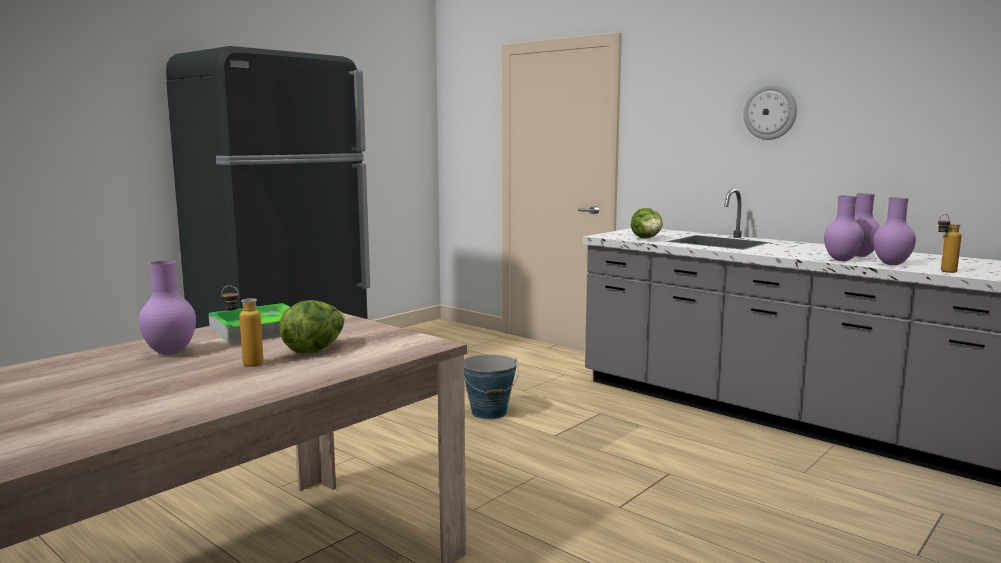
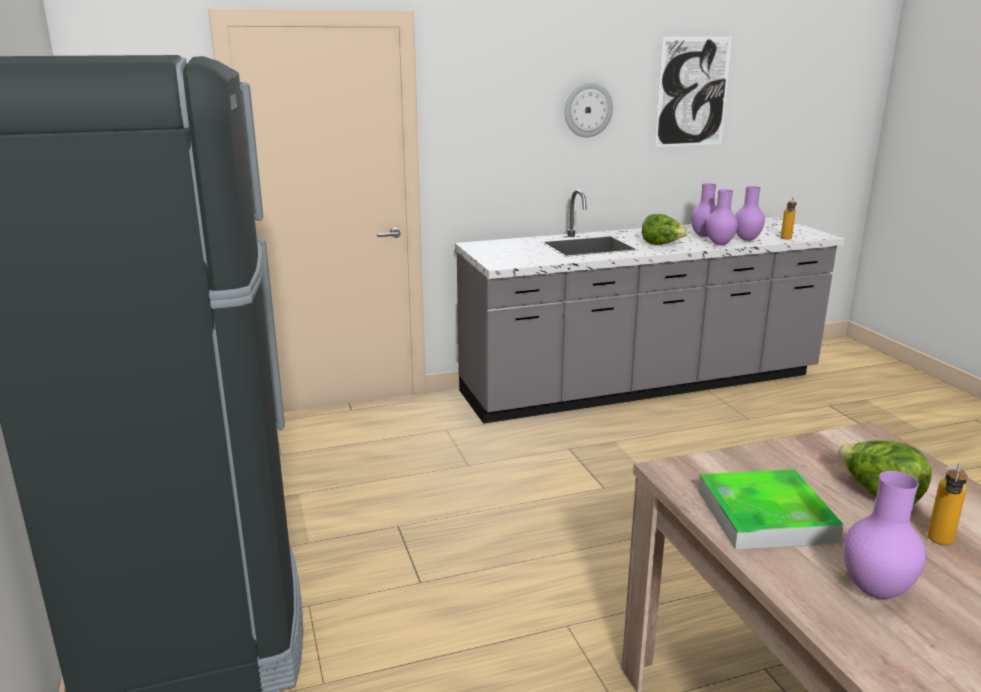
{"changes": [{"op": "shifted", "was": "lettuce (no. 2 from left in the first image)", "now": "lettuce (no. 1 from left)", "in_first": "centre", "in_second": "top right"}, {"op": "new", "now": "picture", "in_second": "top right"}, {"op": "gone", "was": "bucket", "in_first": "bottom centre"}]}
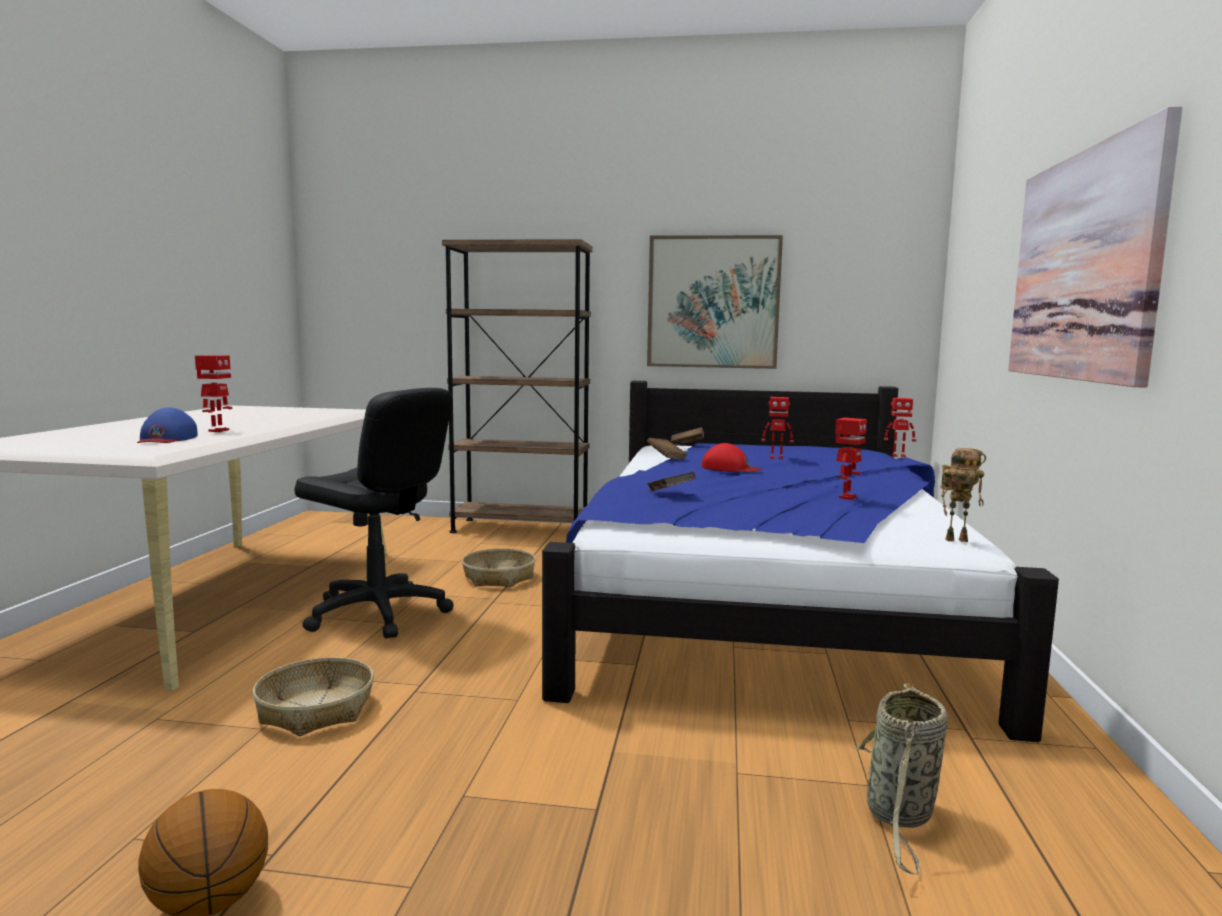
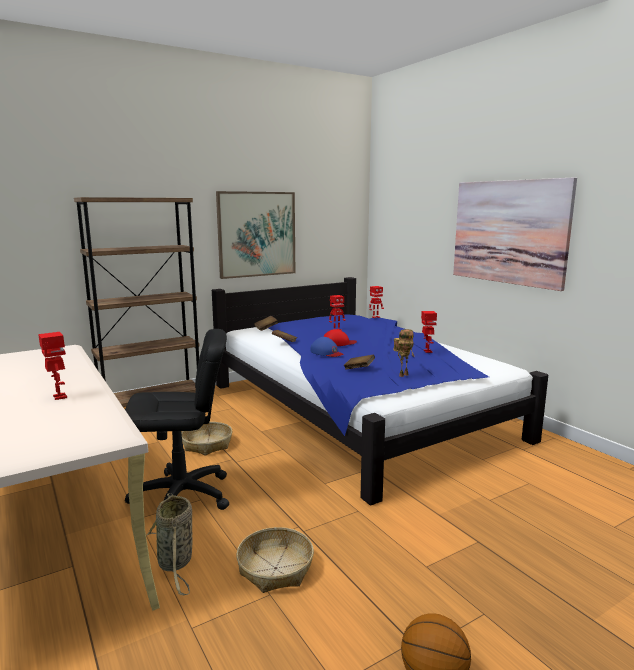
{"changes": [{"op": "shifted", "was": "basket (no. 3 from left in the first image)", "now": "basket (no. 1 from left)", "in_first": "bottom right", "in_second": "bottom left"}, {"op": "shifted", "was": "cap in blue", "in_first": "middle left", "in_second": "centre"}, {"op": "shifted", "was": "toy robot (no. 5 from left in the first image)", "now": "toy robot (no. 4 from left)", "in_first": "middle right", "in_second": "centre"}]}
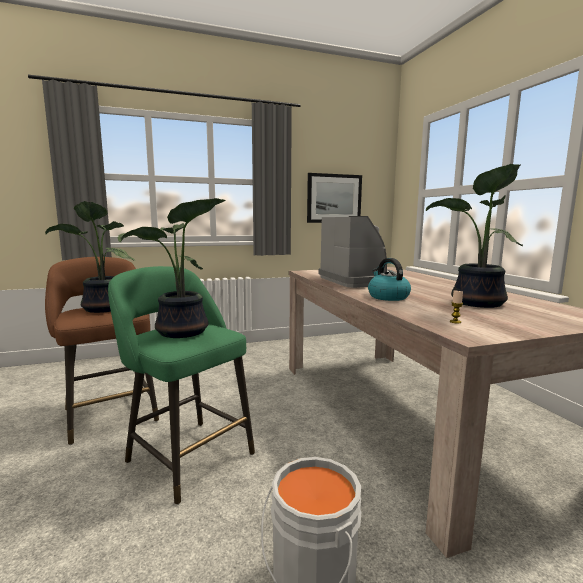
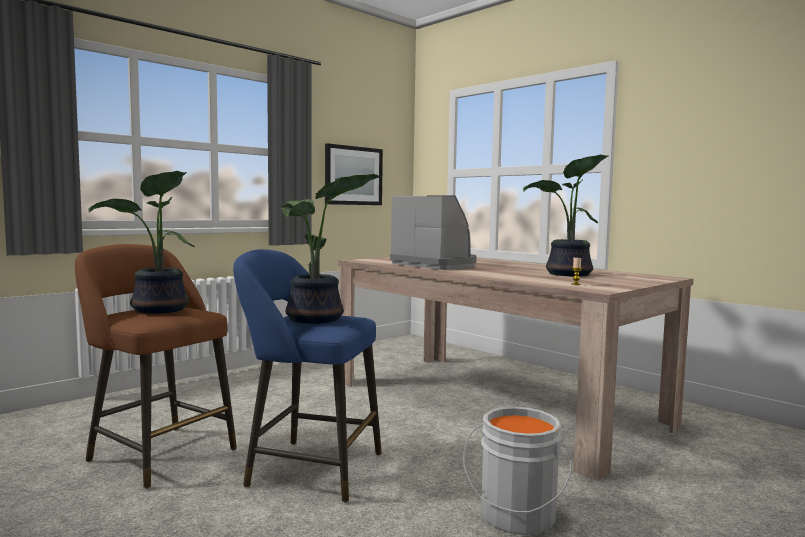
{"changes": [{"op": "repainted", "was": "stool in green", "now": "stool in blue", "in_first": "middle left", "in_second": "bottom centre"}, {"op": "gone", "was": "kettle", "in_first": "middle right"}]}
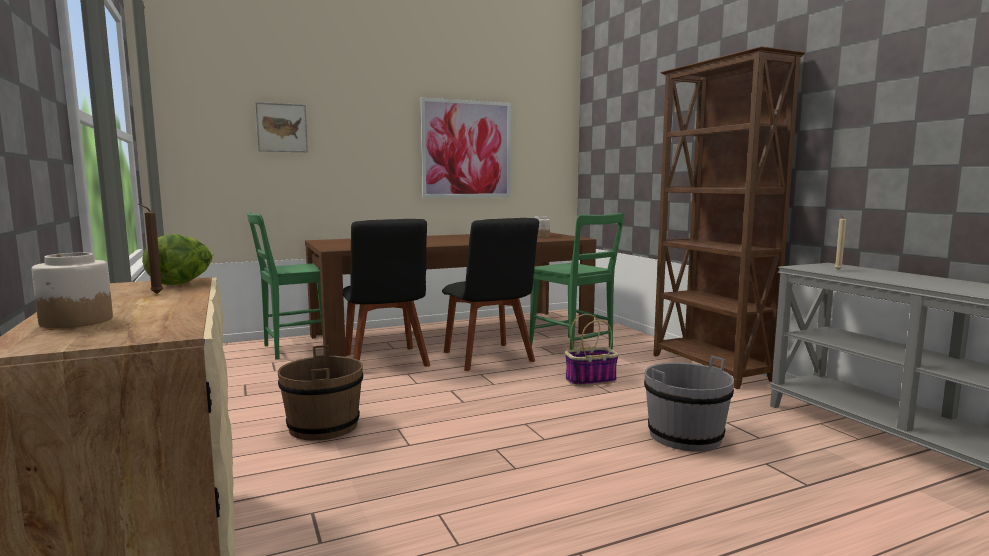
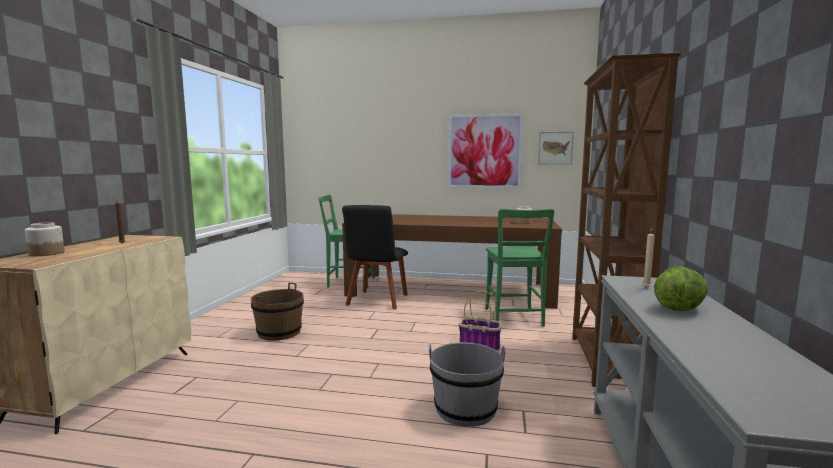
{"changes": [{"op": "shifted", "was": "picture (no. 1 from left in the first image)", "now": "picture (no. 2 from left)", "in_first": "top left", "in_second": "top right"}, {"op": "shifted", "was": "lettuce", "in_first": "middle left", "in_second": "middle right"}, {"op": "gone", "was": "chair in black (no. 2 from left)", "in_first": "centre"}]}
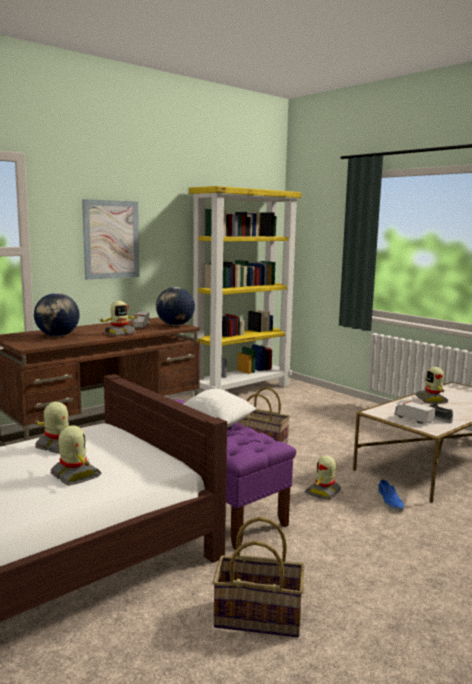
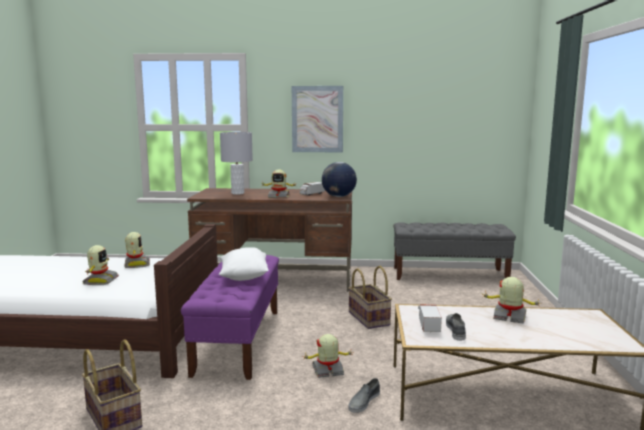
{"changes": [{"op": "swapped", "was": "globe (no. 1 from left)", "now": "table lamp in grey", "in_first": "middle left", "in_second": "centre"}, {"op": "repainted", "was": "shoe in blue", "now": "shoe in grey (no. 1 from left)", "in_first": "bottom right", "in_second": "bottom centre"}, {"op": "swapped", "was": "bookcase in yellow", "now": "bench in grey", "in_first": "centre", "in_second": "middle right"}, {"op": "rotated", "was": "toy robot (no. 5 from left)", "in_first": "middle right", "in_second": "bottom right", "clockwise": 75}]}
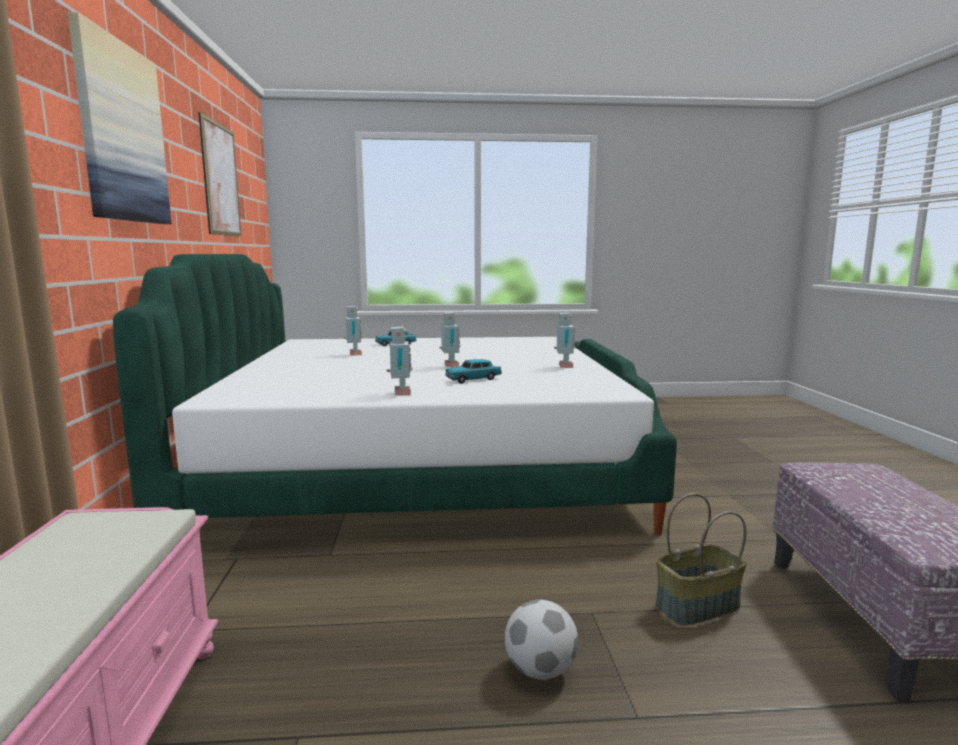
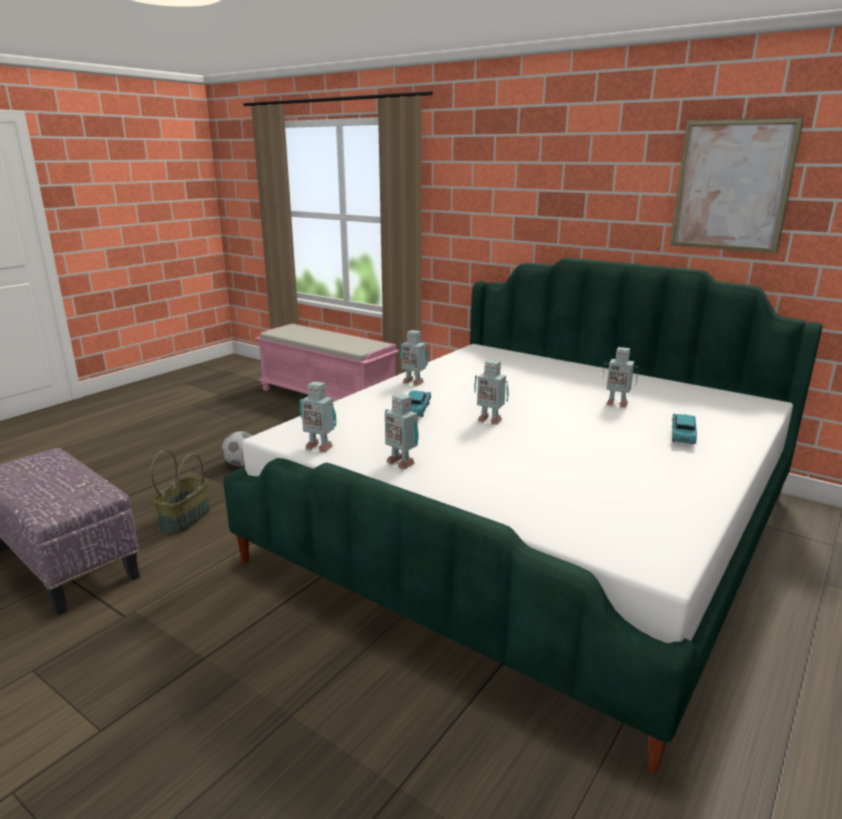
{"changes": [{"op": "new", "now": "toy robot (no. 1 from left)", "in_second": "centre"}, {"op": "gone", "was": "picture (no. 1 from left)", "in_first": "top left"}]}
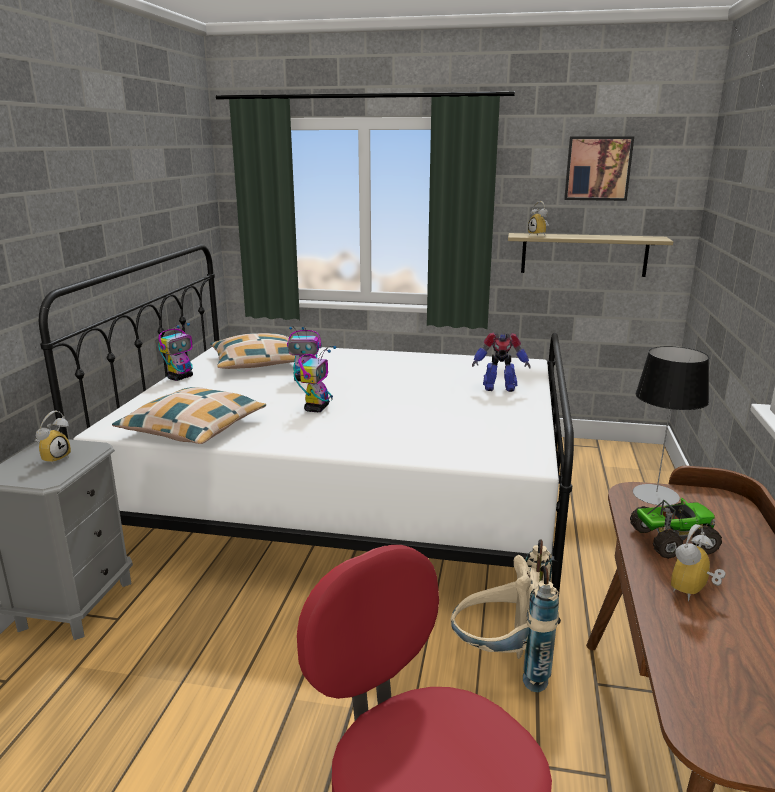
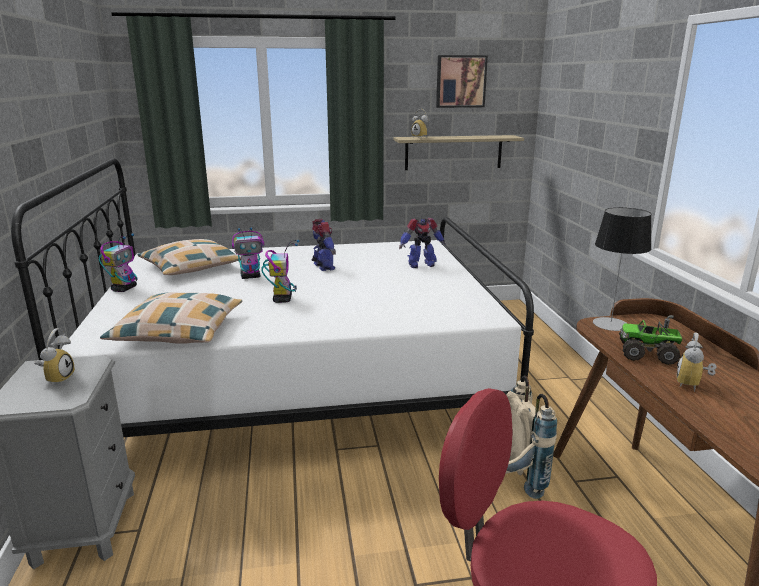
{"changes": [{"op": "new", "now": "toy robot (no. 4 from left)", "in_second": "centre"}, {"op": "rotated", "was": "toy truck", "in_first": "bottom right", "in_second": "middle right", "clockwise": -135}]}
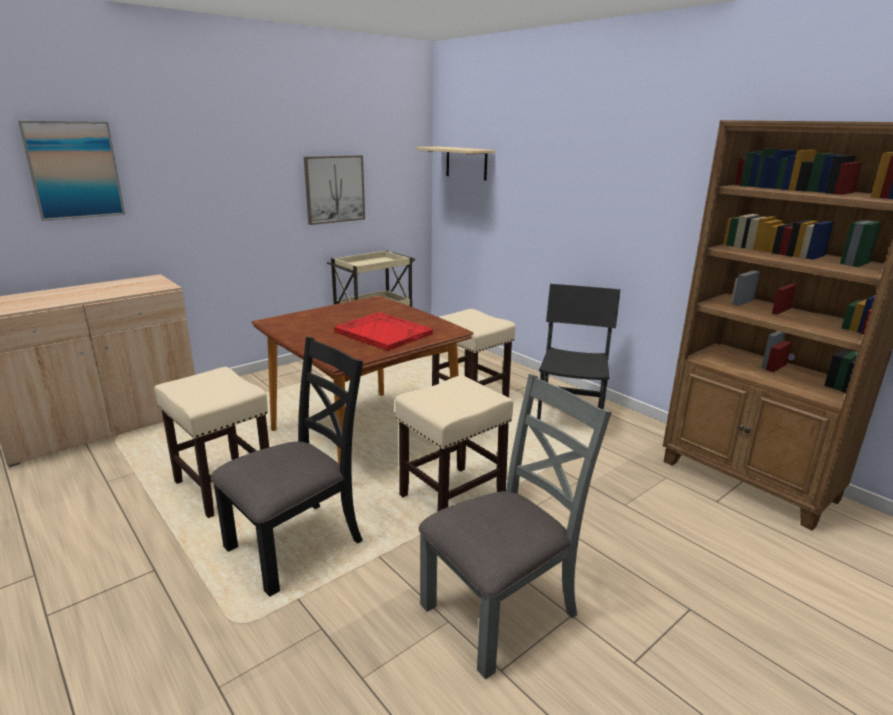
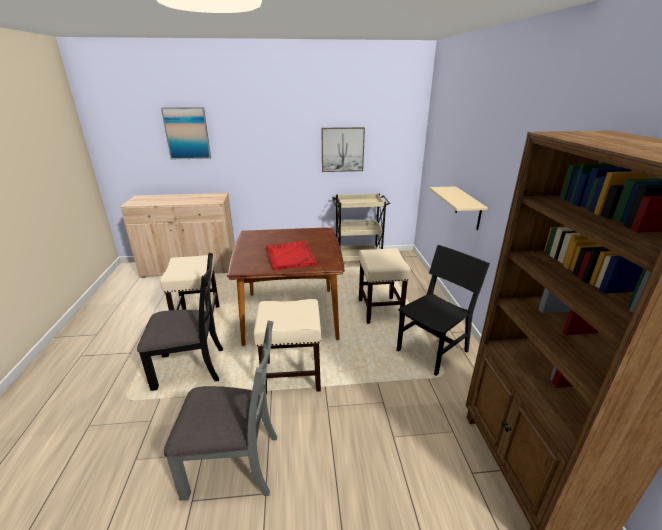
{"changes": [{"op": "shifted", "was": "shelf in beige", "in_first": "top centre", "in_second": "middle right"}]}
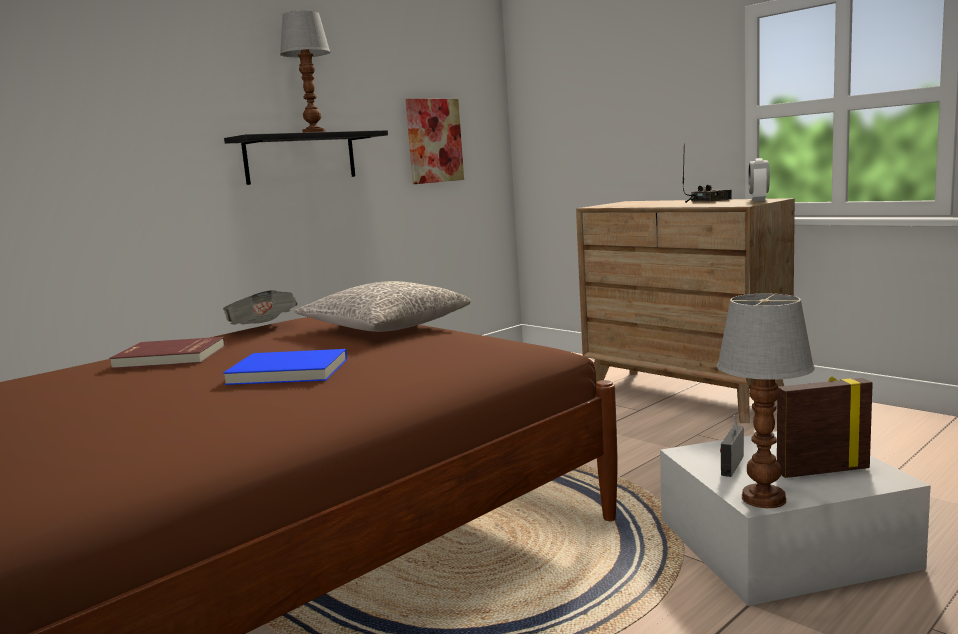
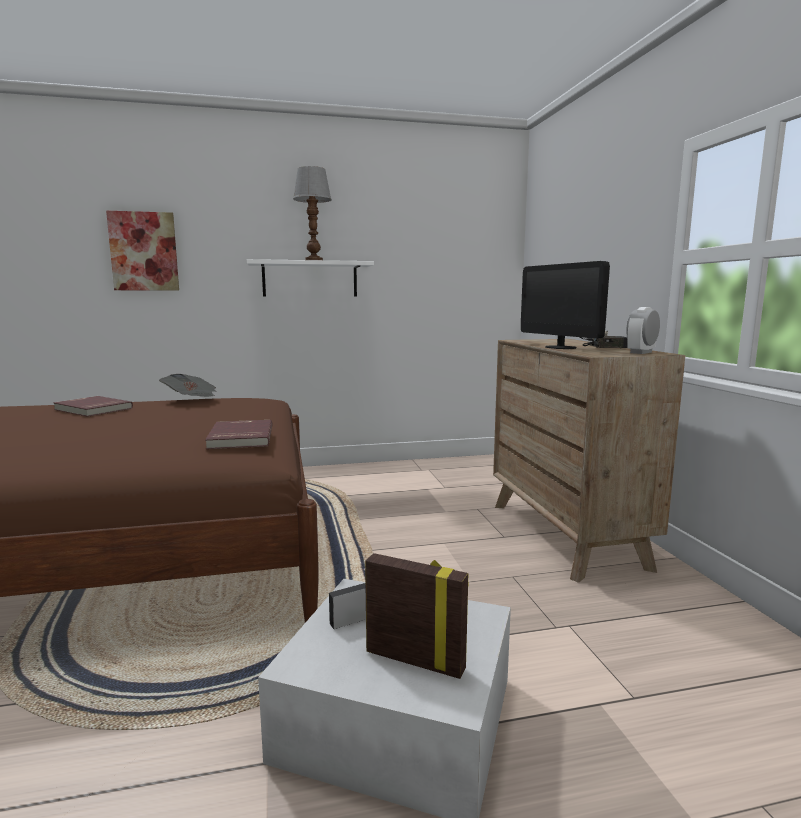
{"changes": [{"op": "shifted", "was": "picture", "in_first": "top centre", "in_second": "top left"}, {"op": "new", "now": "book in red (no. 2 from left)", "in_second": "middle left"}, {"op": "repainted", "was": "shelf in black", "now": "shelf in white", "in_first": "top left", "in_second": "centre"}, {"op": "new", "now": "monitor", "in_second": "middle right"}, {"op": "gone", "was": "book in blue", "in_first": "middle left"}, {"op": "gone", "was": "pillow in grey", "in_first": "centre"}, {"op": "gone", "was": "table lamp (no. 2 from left)", "in_first": "middle right"}]}
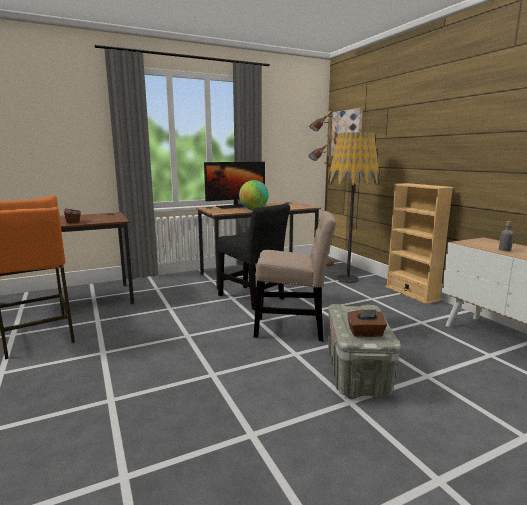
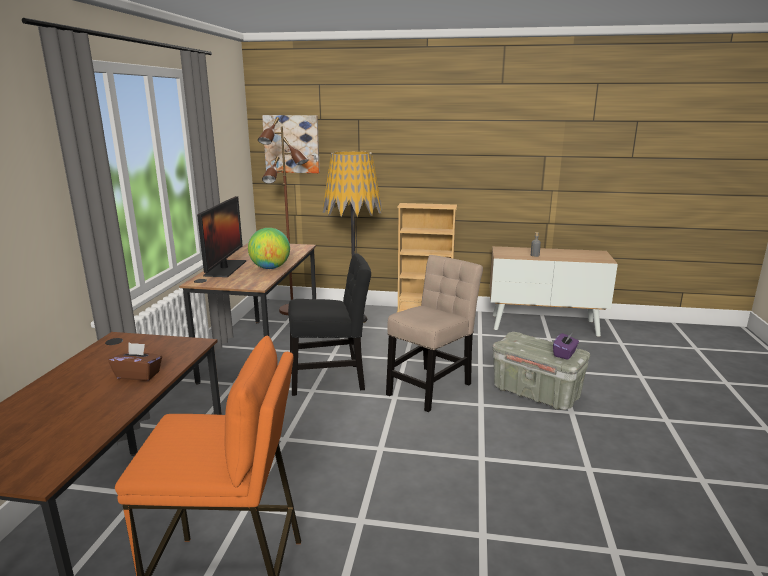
{"changes": [{"op": "repainted", "was": "tissue box in brown (no. 2 from left)", "now": "tissue box in purple", "in_first": "middle right", "in_second": "middle right"}]}
